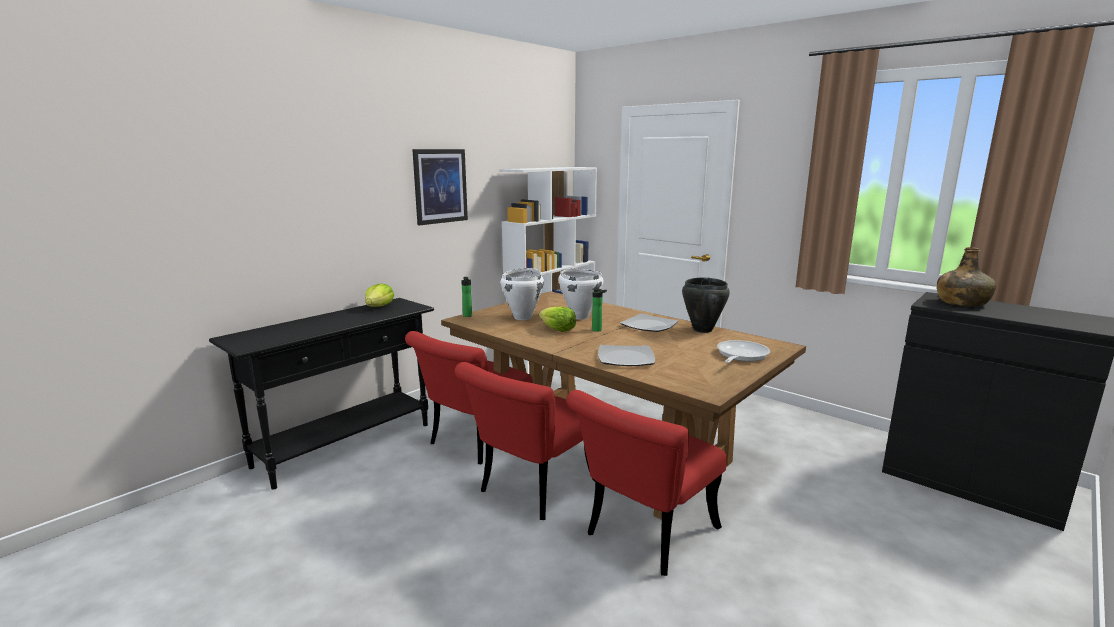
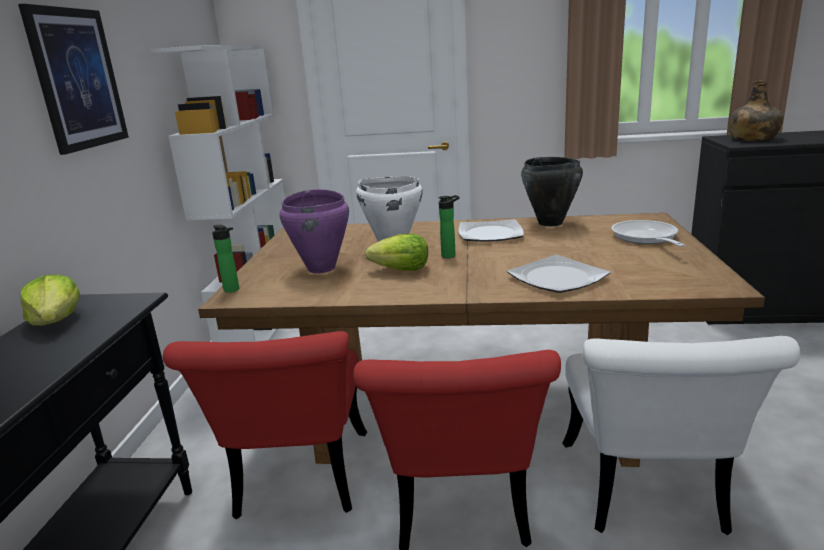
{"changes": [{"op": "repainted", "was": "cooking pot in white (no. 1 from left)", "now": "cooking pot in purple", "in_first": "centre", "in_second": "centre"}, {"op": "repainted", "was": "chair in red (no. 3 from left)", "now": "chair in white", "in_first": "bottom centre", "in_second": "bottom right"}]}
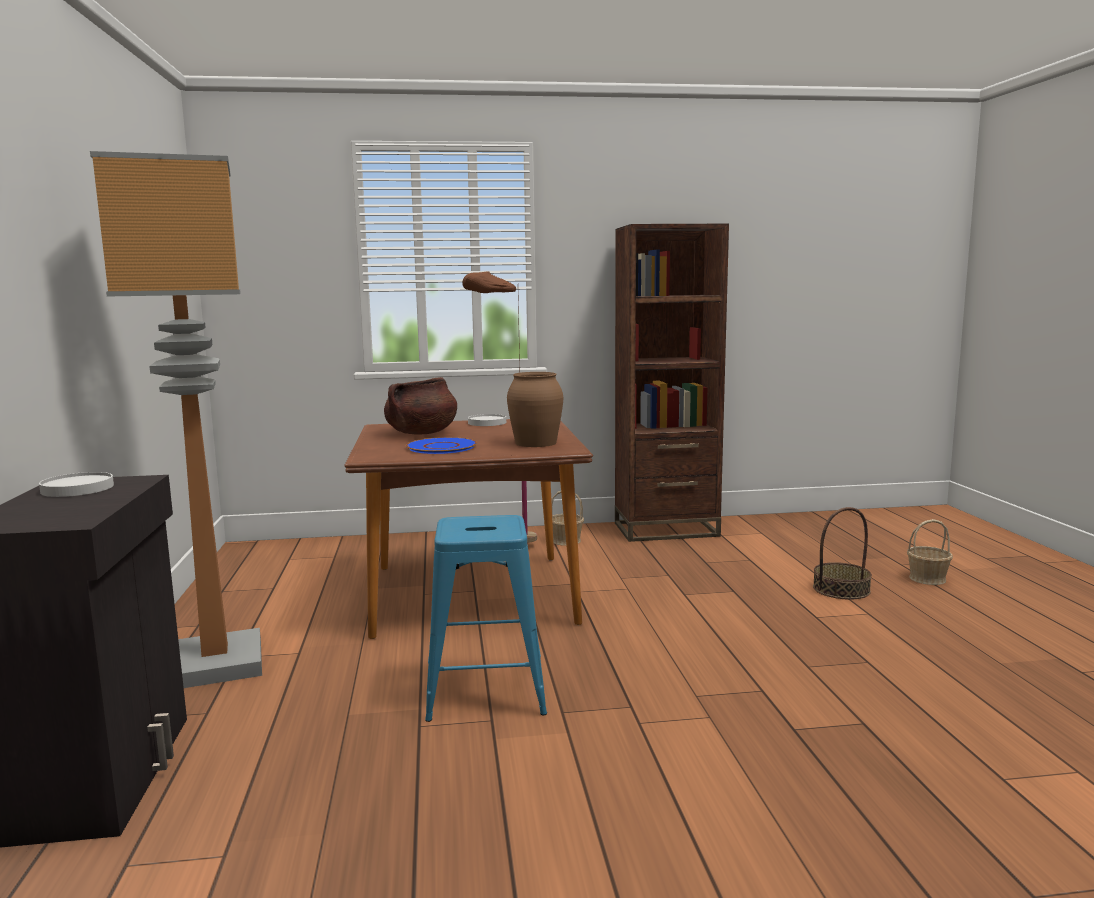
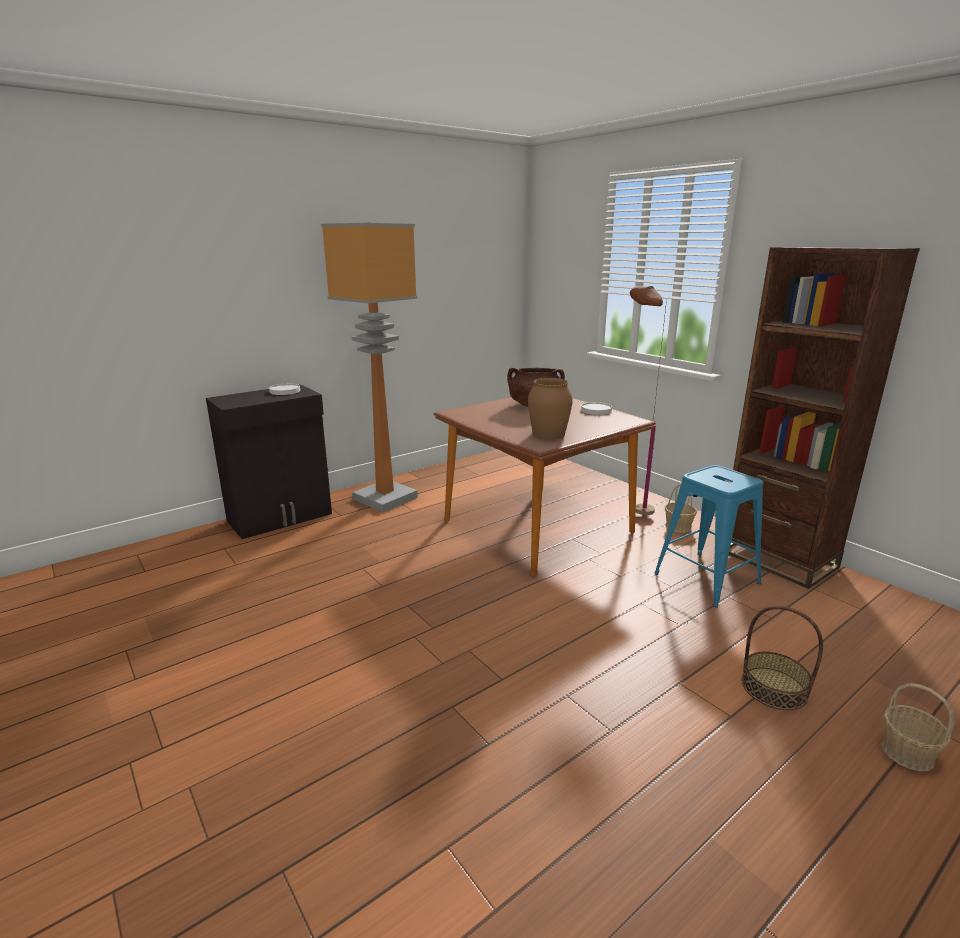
{"changes": [{"op": "shifted", "was": "stool in blue", "in_first": "bottom centre", "in_second": "middle right"}, {"op": "gone", "was": "plate in blue", "in_first": "centre"}]}
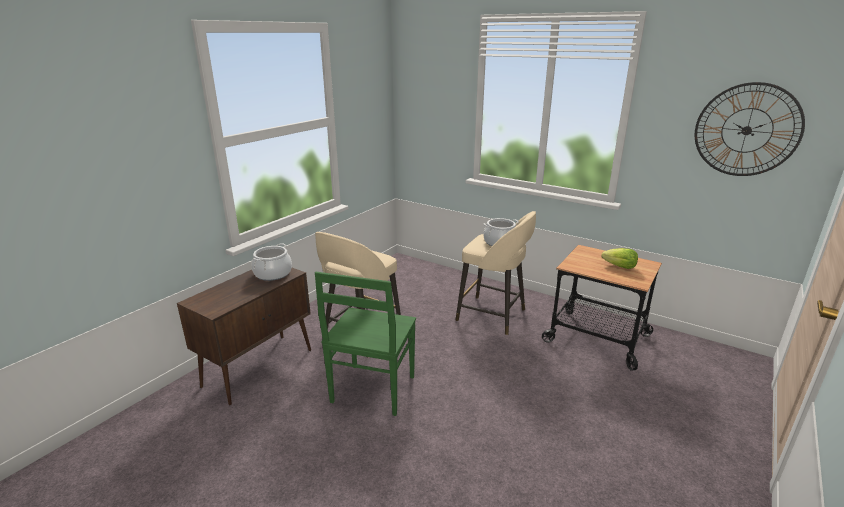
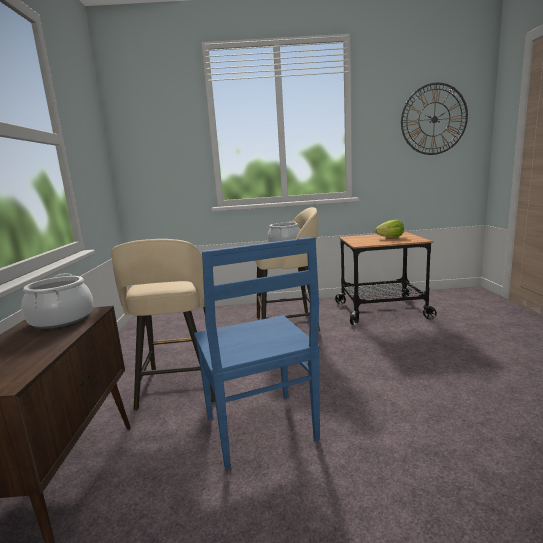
{"changes": [{"op": "repainted", "was": "chair in green", "now": "chair in blue", "in_first": "bottom centre", "in_second": "centre"}]}
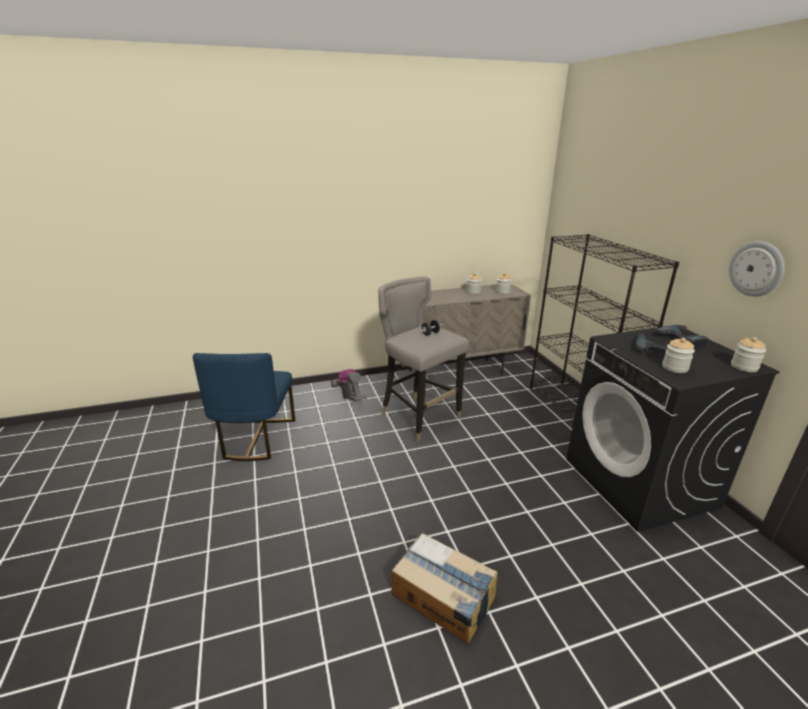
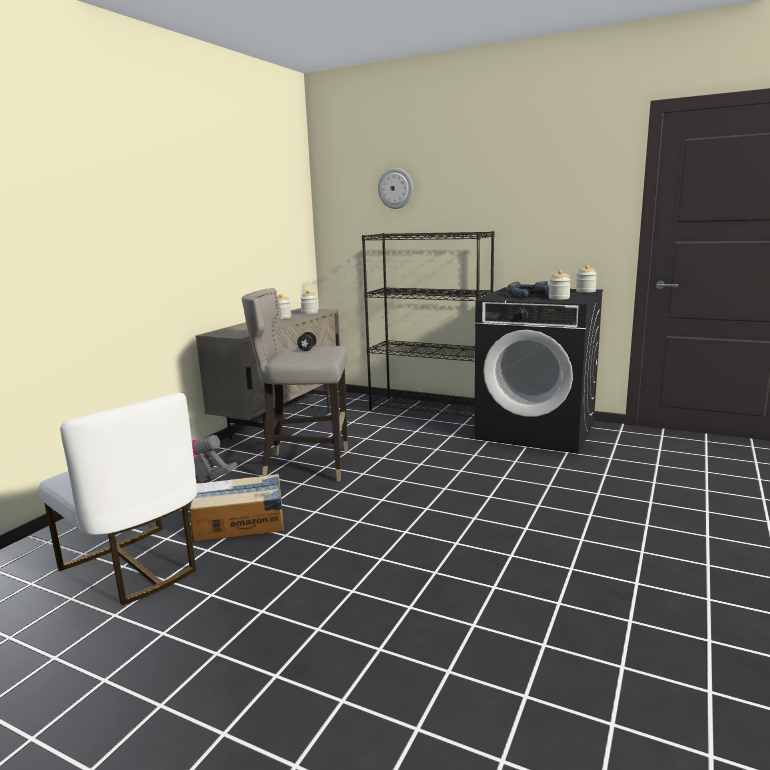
{"changes": [{"op": "repainted", "was": "chair in blue", "now": "chair in white", "in_first": "middle left", "in_second": "middle left"}, {"op": "shifted", "was": "cardboard box", "in_first": "bottom centre", "in_second": "middle left"}, {"op": "shifted", "was": "wall clock", "in_first": "middle right", "in_second": "top centre"}]}
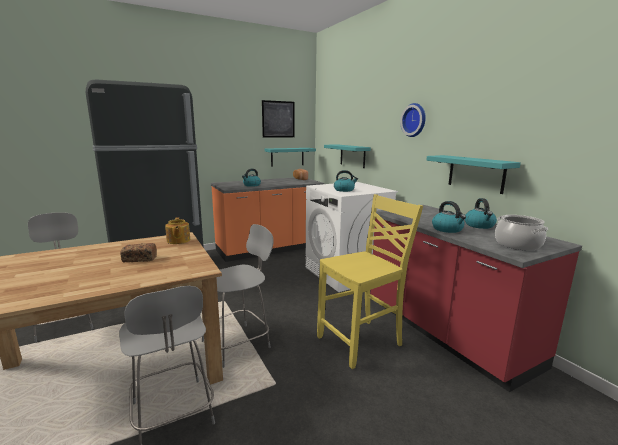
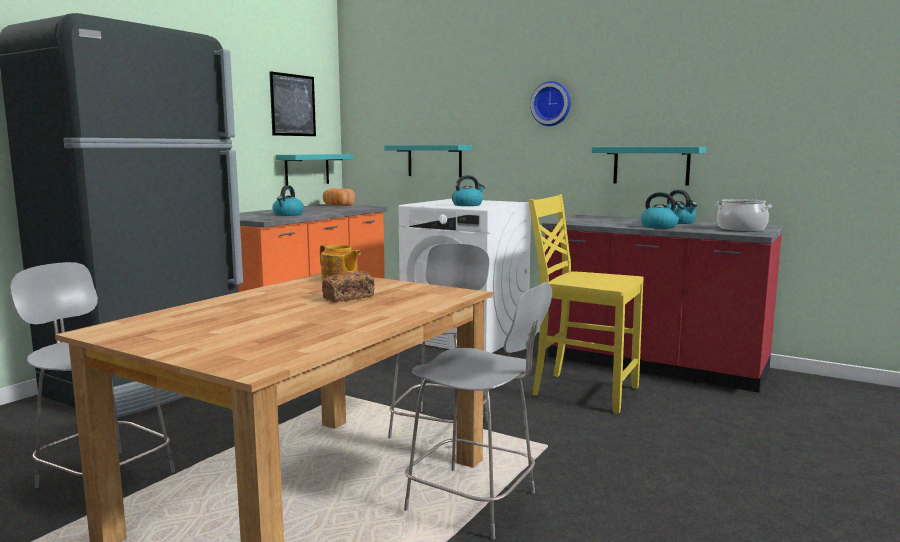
{"changes": [{"op": "rotated", "was": "chair in yellow", "in_first": "centre", "in_second": "centre", "clockwise": -90}]}
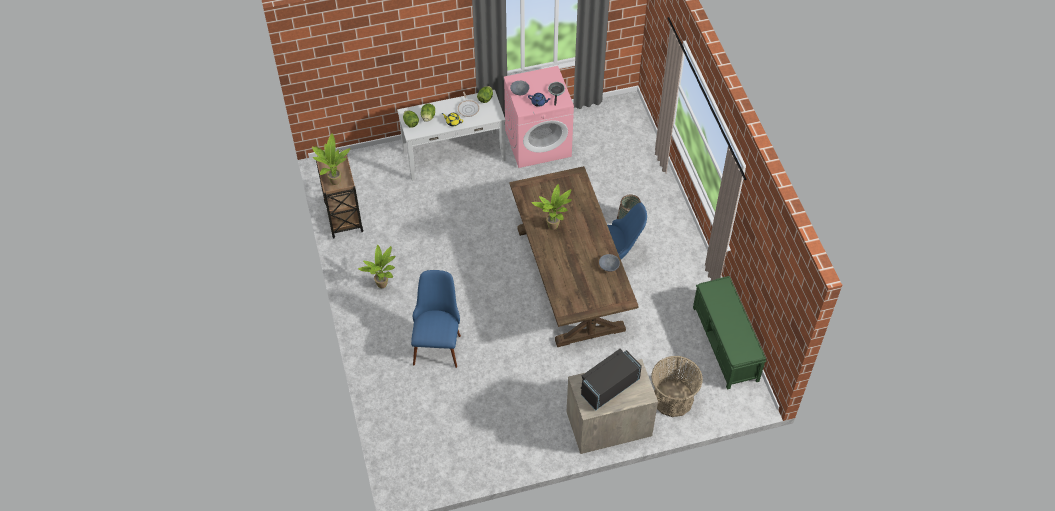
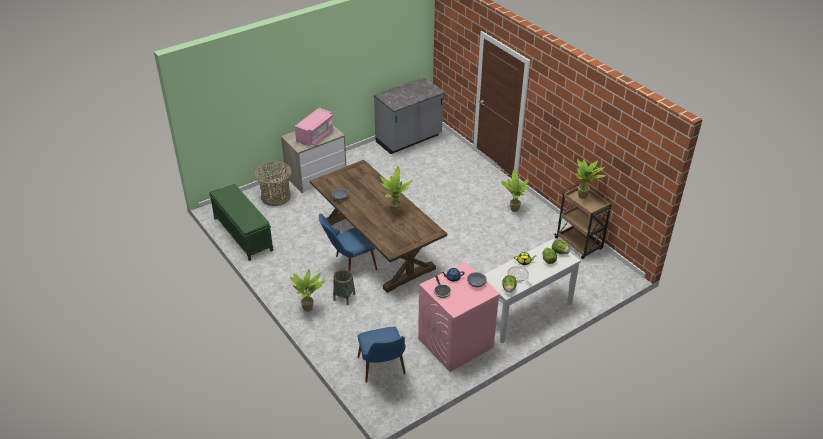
{"changes": [{"op": "new", "now": "potted plant (no. 1 from left)", "in_second": "centre"}, {"op": "repainted", "was": "microwave in black", "now": "microwave in pink", "in_first": "bottom centre", "in_second": "top centre"}, {"op": "shifted", "was": "chair in blue (no. 1 from left in the first image)", "now": "chair in blue (no. 2 from left)", "in_first": "centre", "in_second": "bottom centre"}, {"op": "new", "now": "counter in grey", "in_second": "top centre"}]}
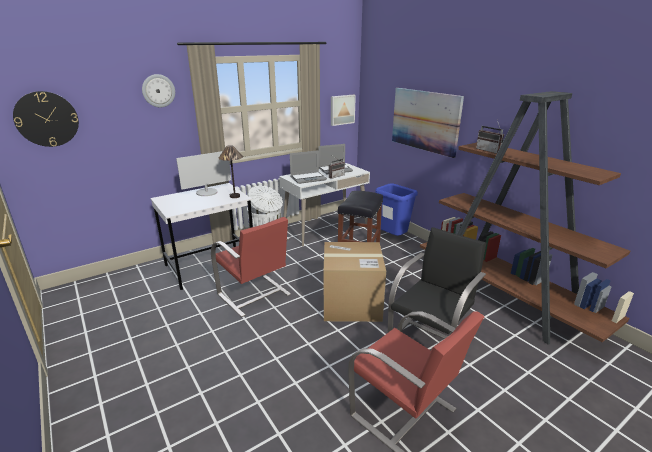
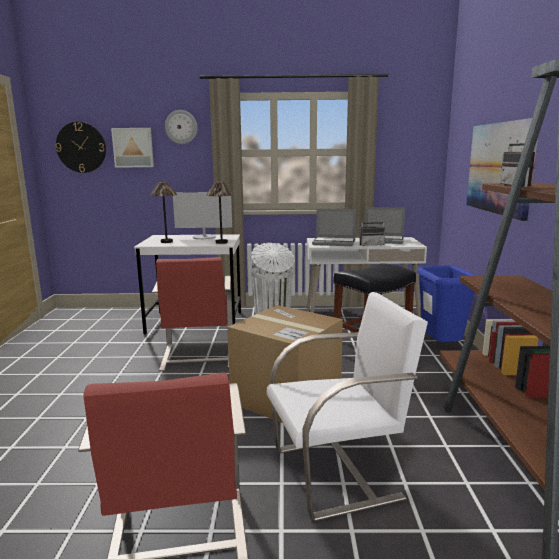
{"changes": [{"op": "shifted", "was": "picture (no. 1 from left)", "in_first": "top centre", "in_second": "top left"}, {"op": "new", "now": "table lamp (no. 1 from left)", "in_second": "middle left"}, {"op": "repainted", "was": "chair in black", "now": "chair in white", "in_first": "middle right", "in_second": "bottom centre"}]}
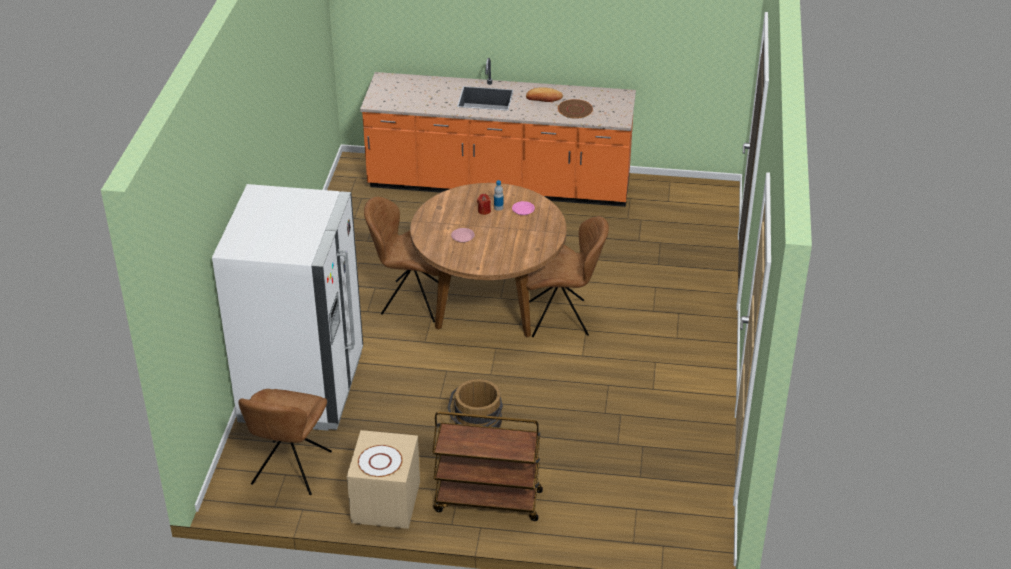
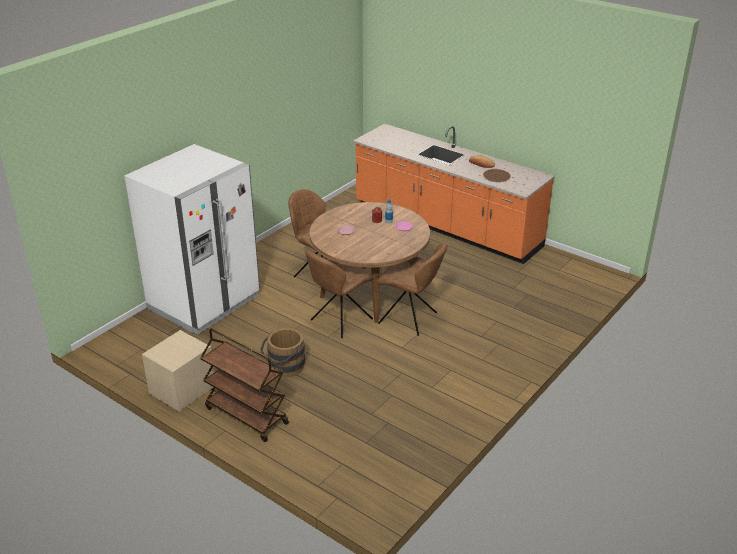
{"changes": [{"op": "shifted", "was": "chair in brown (no. 1 from left in the first image)", "now": "chair in brown (no. 2 from left)", "in_first": "bottom left", "in_second": "centre"}, {"op": "gone", "was": "plate in white", "in_first": "bottom centre"}]}
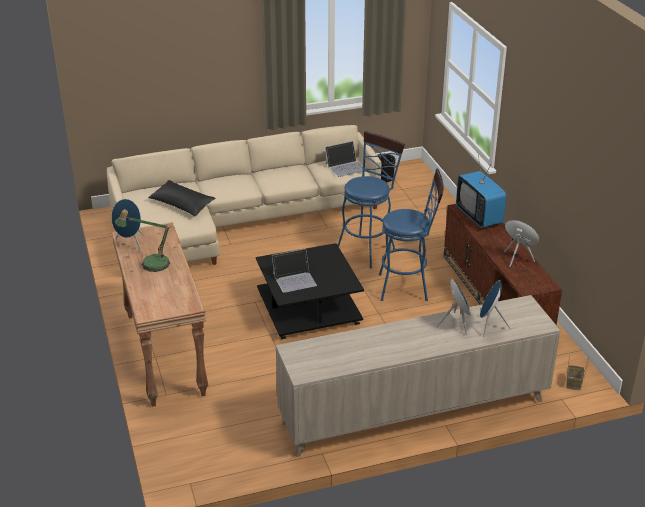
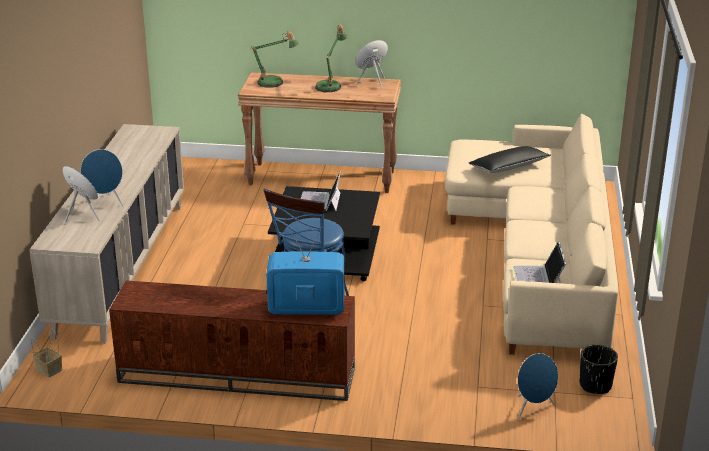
{"changes": [{"op": "new", "now": "table lamp (no. 1 from left)", "in_second": "top centre"}, {"op": "shifted", "was": "speaker in blue (no. 4 from left)", "in_first": "middle right", "in_second": "bottom right"}, {"op": "gone", "was": "stool in blue (no. 1 from left)", "in_first": "centre"}]}
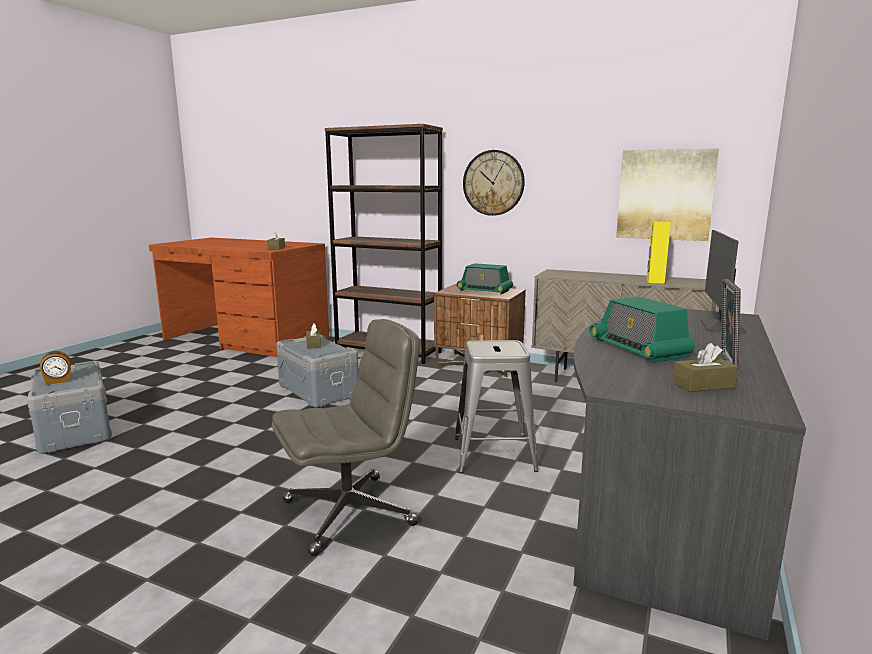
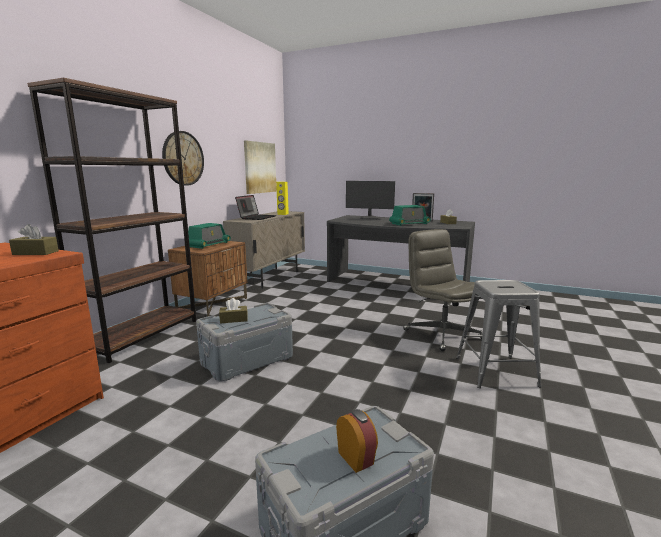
{"changes": [{"op": "new", "now": "laptop", "in_second": "centre"}, {"op": "shifted", "was": "stool in grey", "in_first": "centre", "in_second": "middle right"}]}
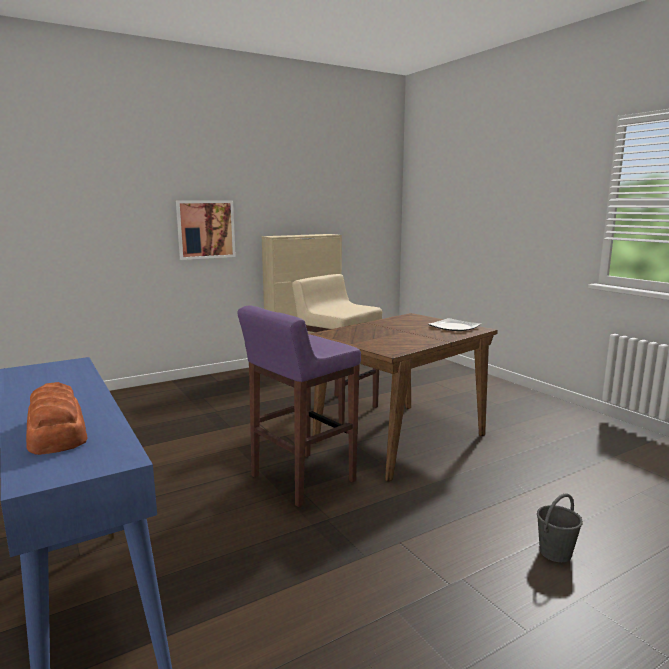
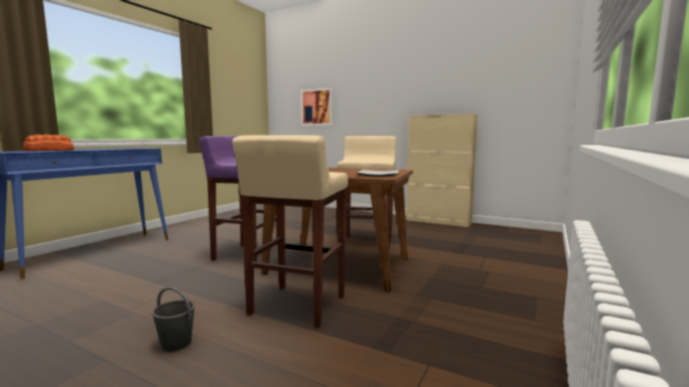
{"changes": [{"op": "new", "now": "stool in beige (no. 1 from left)", "in_second": "centre"}, {"op": "shifted", "was": "picture", "in_first": "middle left", "in_second": "top centre"}]}
